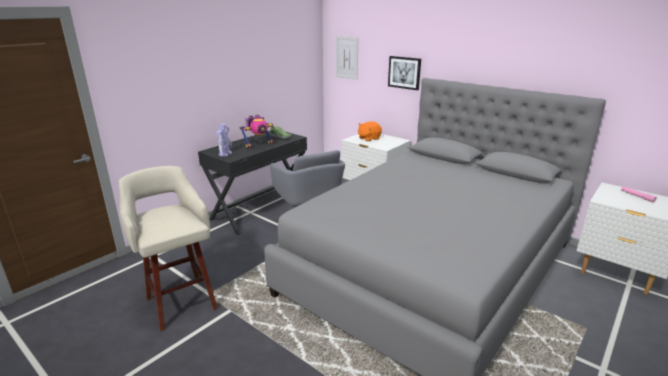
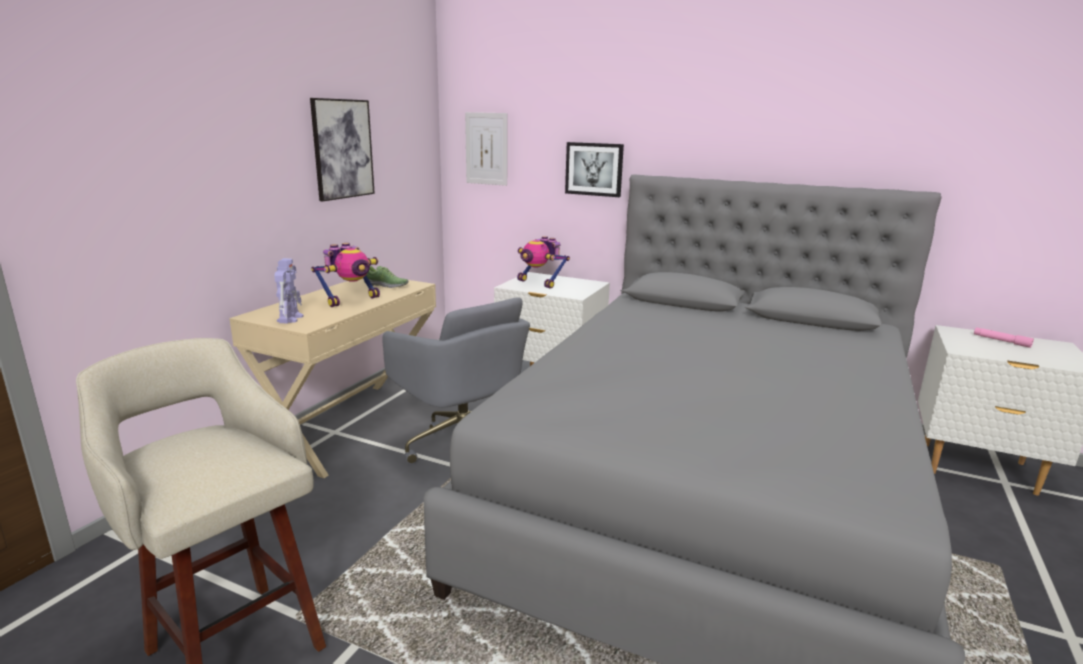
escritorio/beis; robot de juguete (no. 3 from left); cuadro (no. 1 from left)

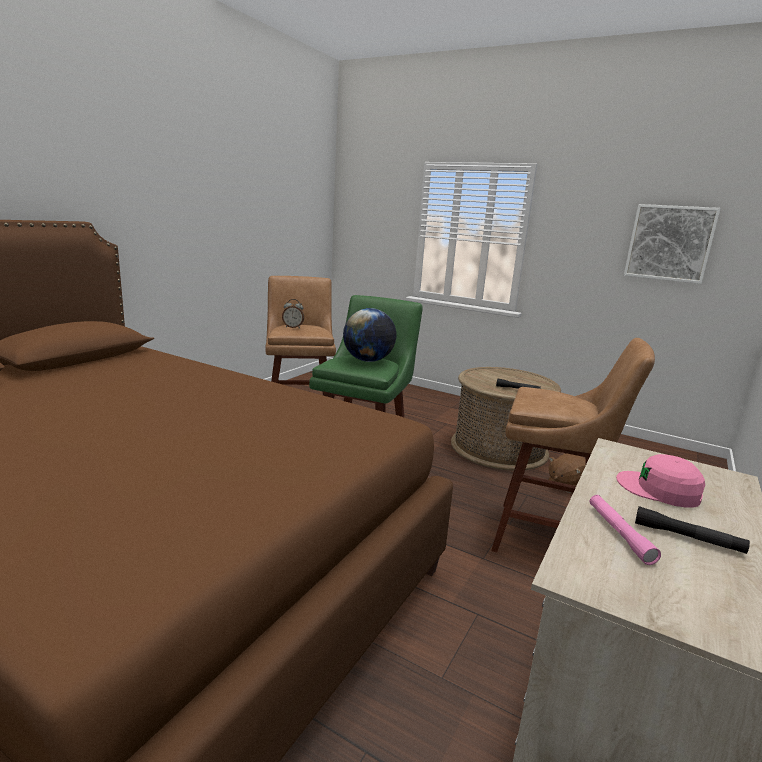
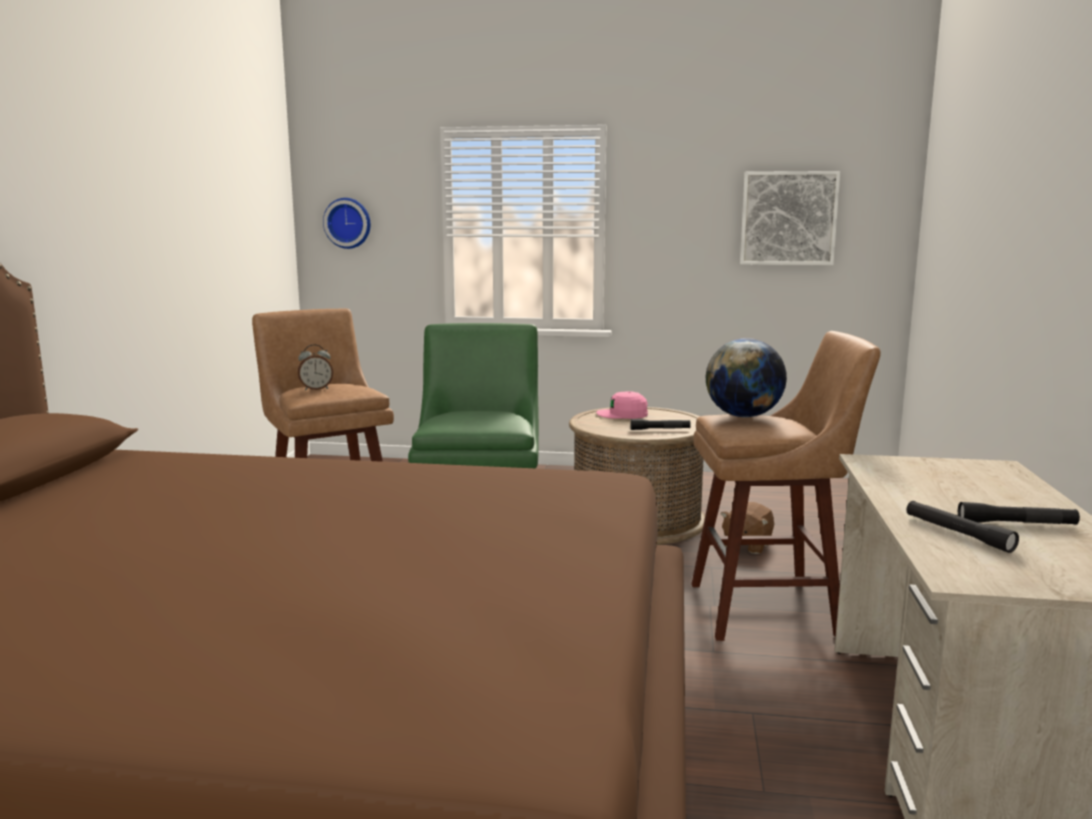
globo terráqueo; linterna/negro (no. 2 from left); gorra/rosa; reloj de pared

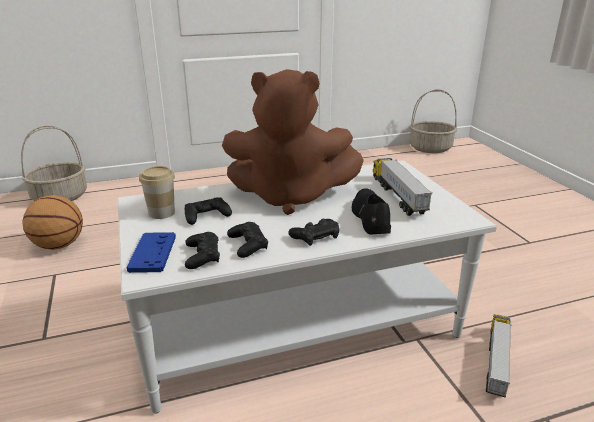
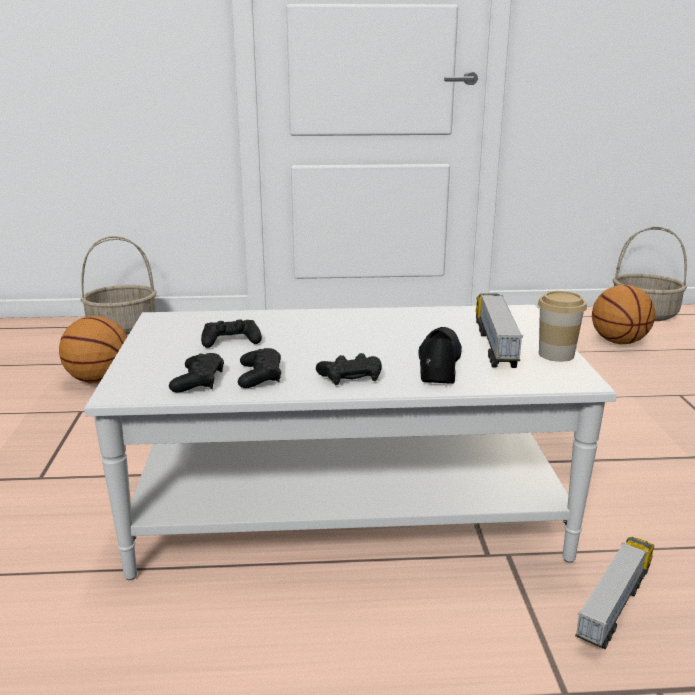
mando de consola/azul; taza; peluche/marrón; balón de baloncesto (no. 2 from left)

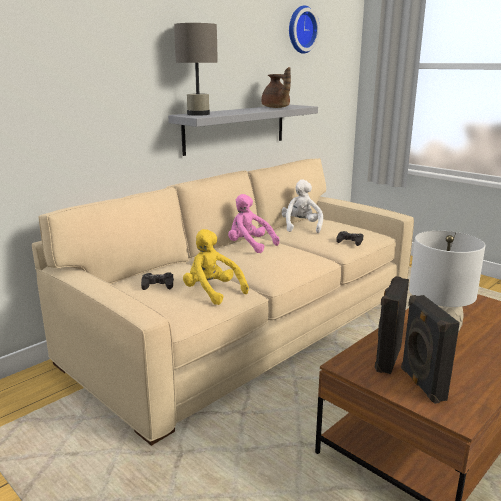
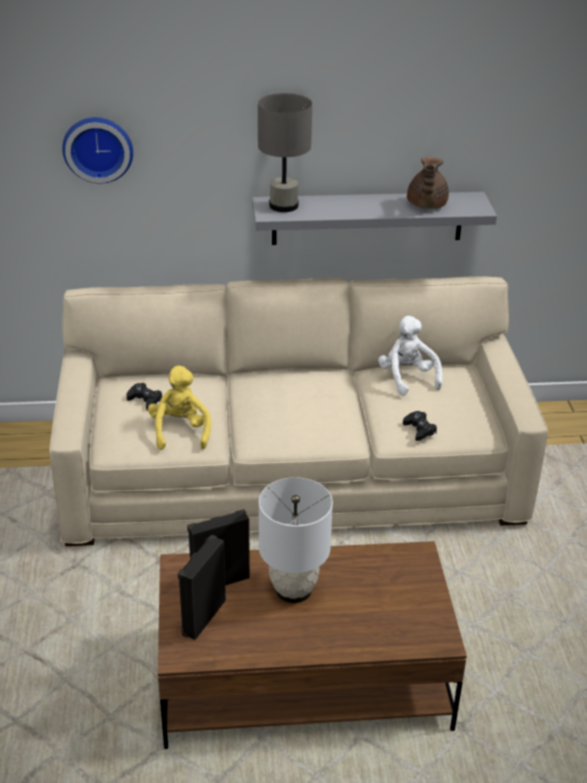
peluche/rosa; peluche/blanco; reloj de pared

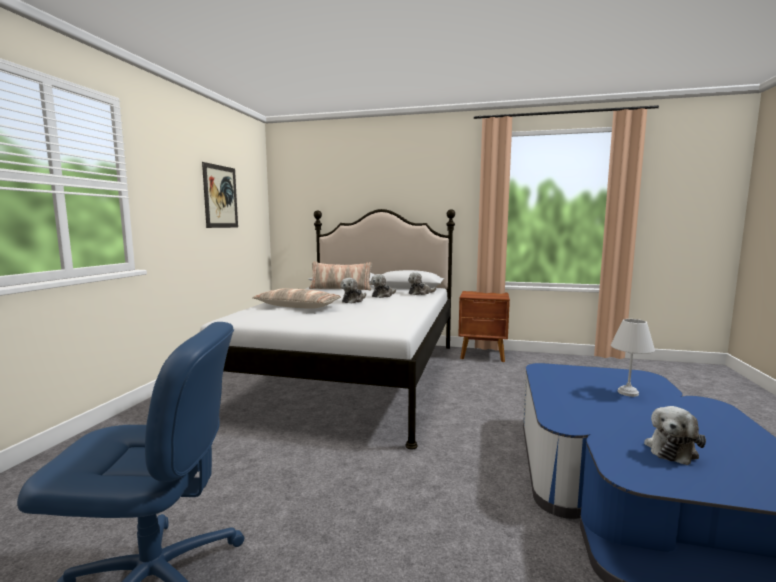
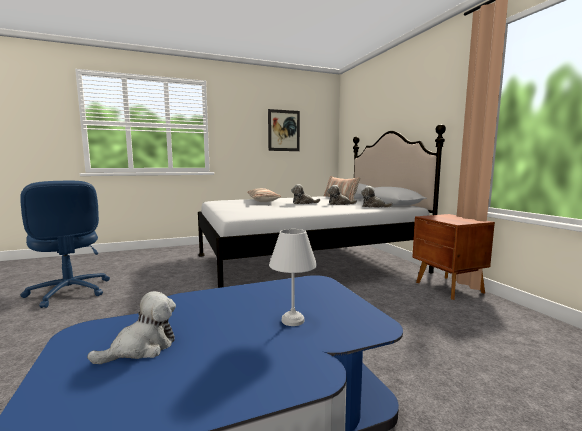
peluche (no. 1 from left)

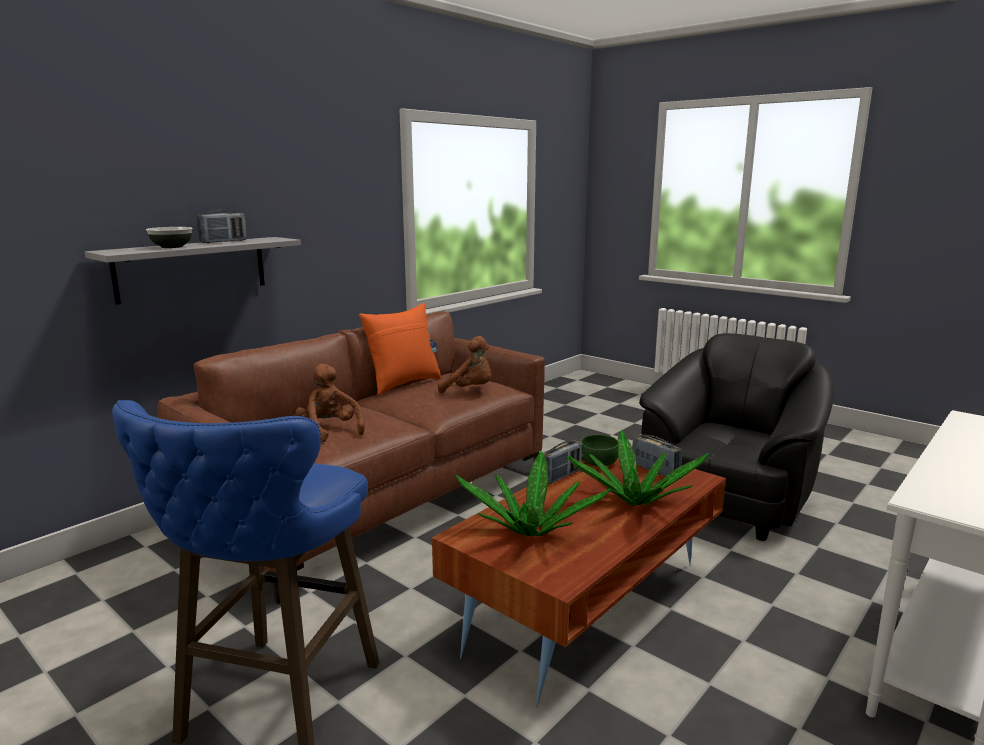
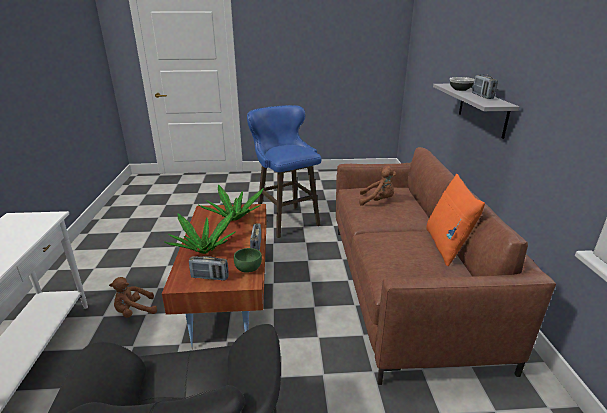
peluche/marrón (no. 1 from left)

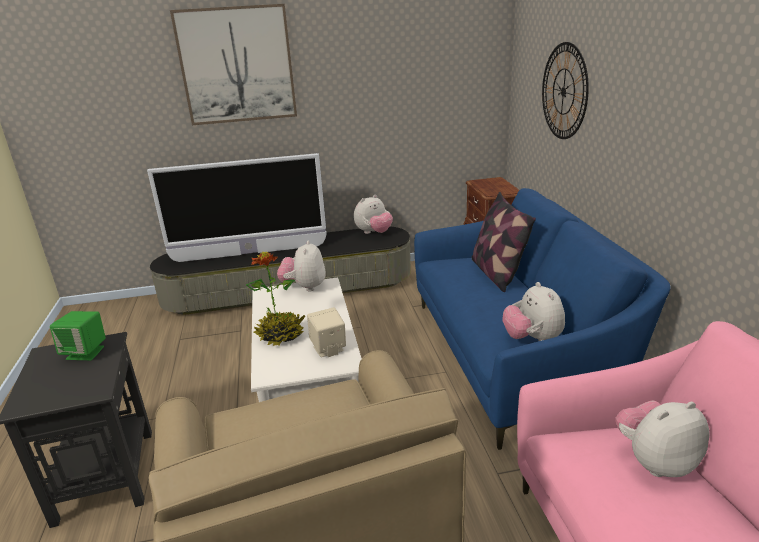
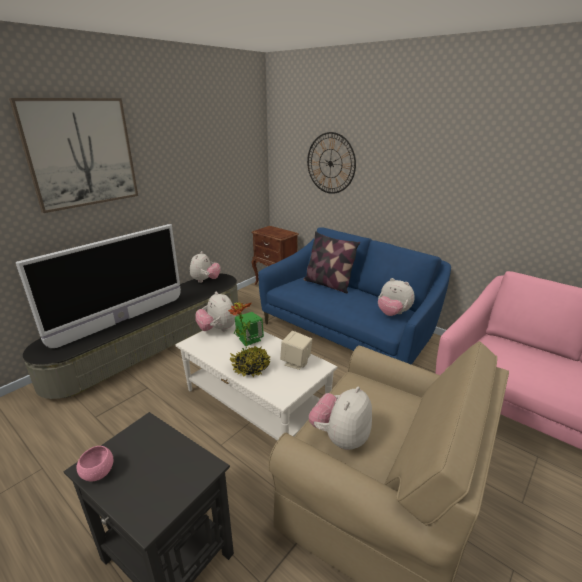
altavoz/verde; peluche (no. 3 from left); cuenco/rosa

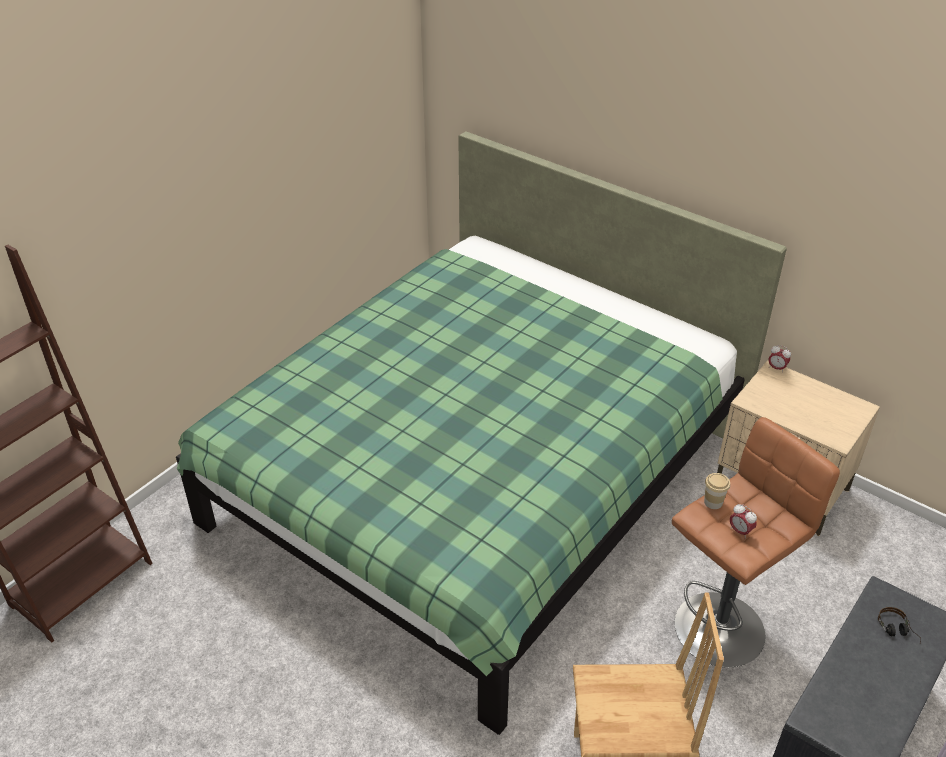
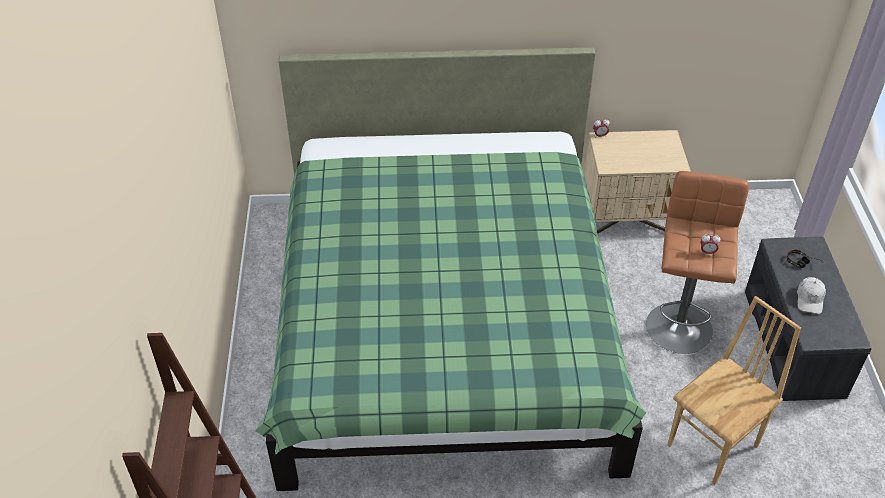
taza; gorra/blanco

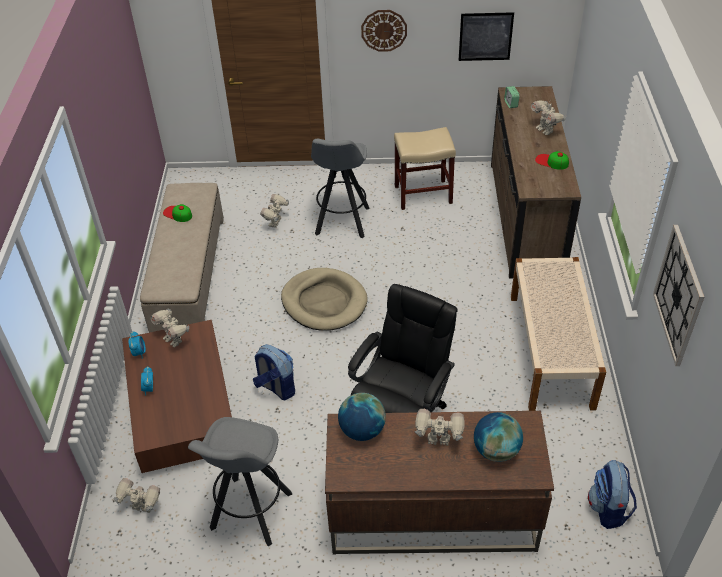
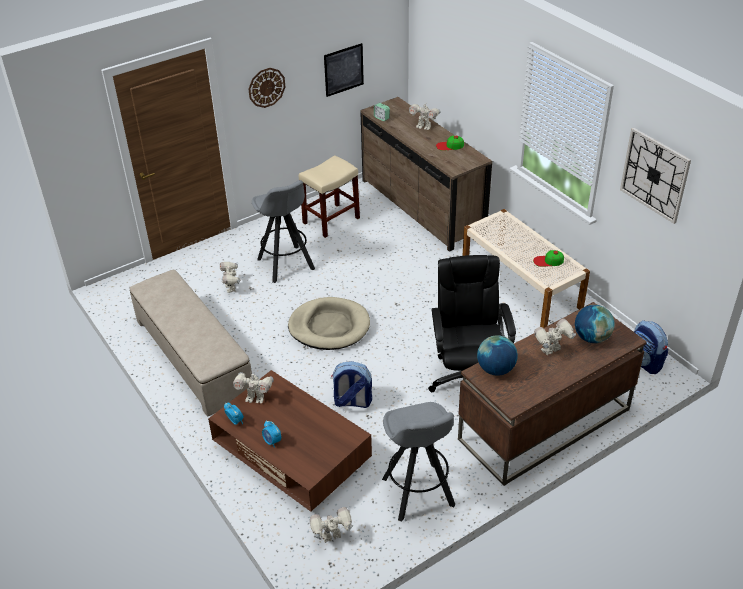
gorra (no. 2 from left)

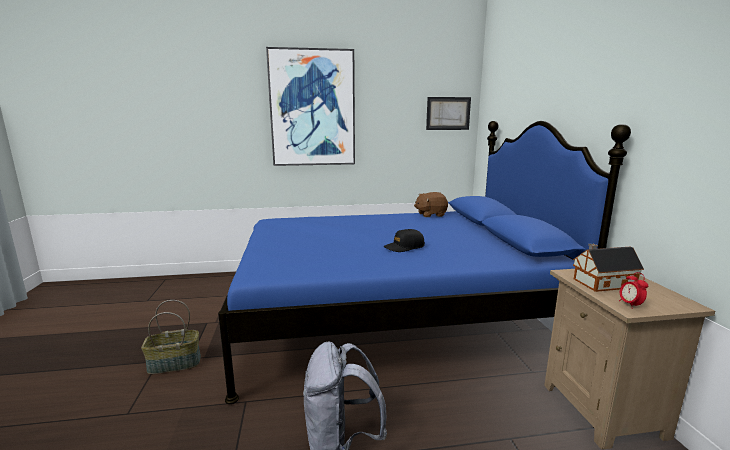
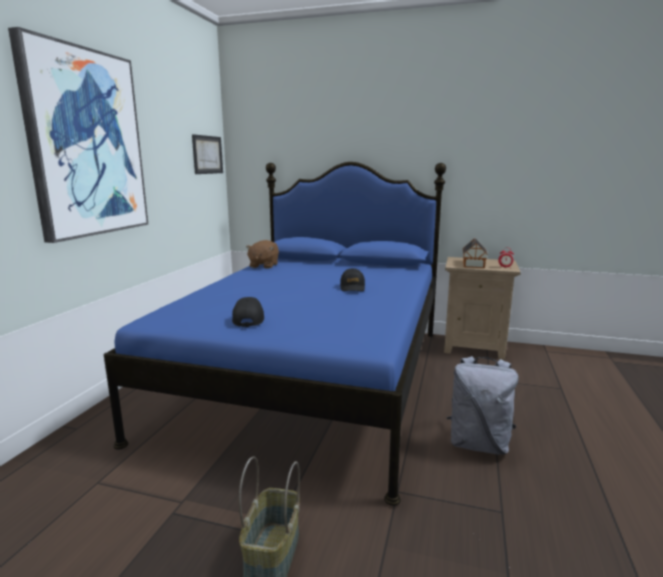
gorra/negro (no. 1 from left)

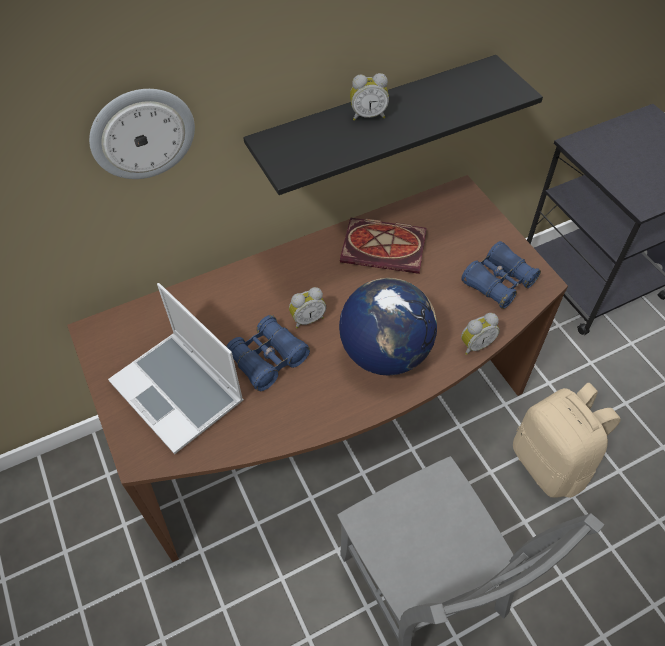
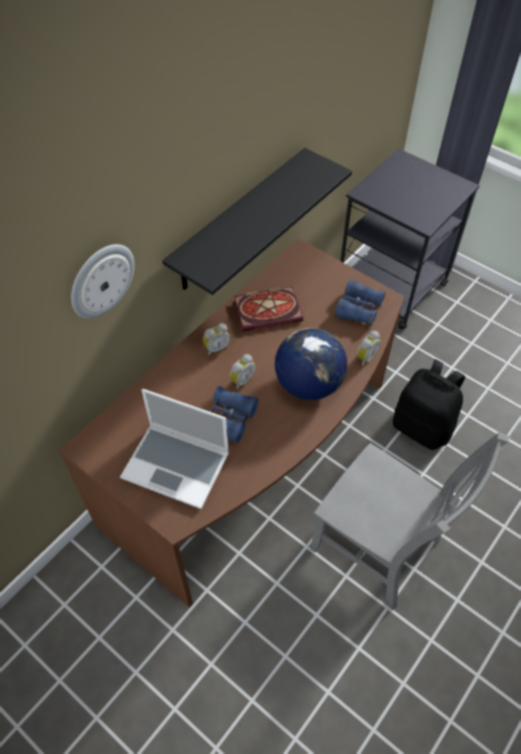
despertador (no. 1 from left); mochila/negro

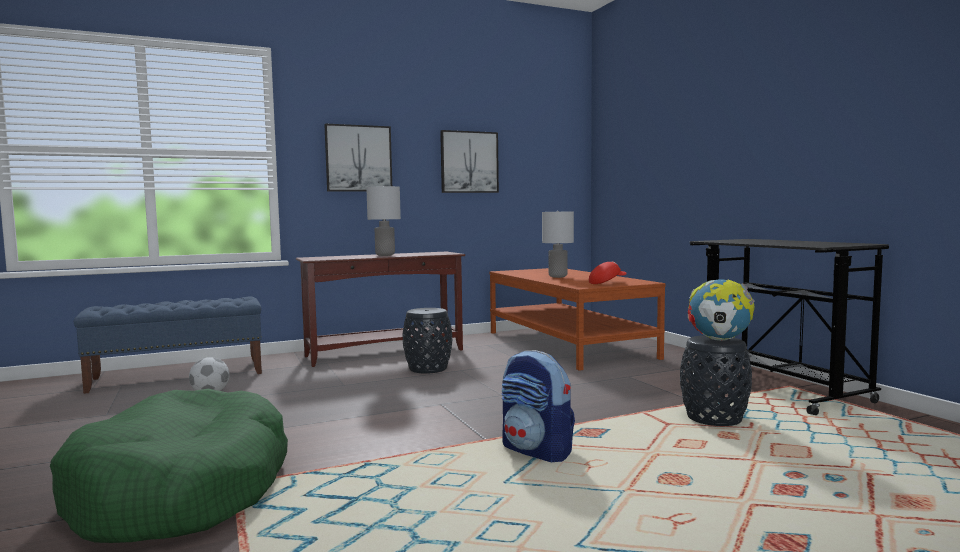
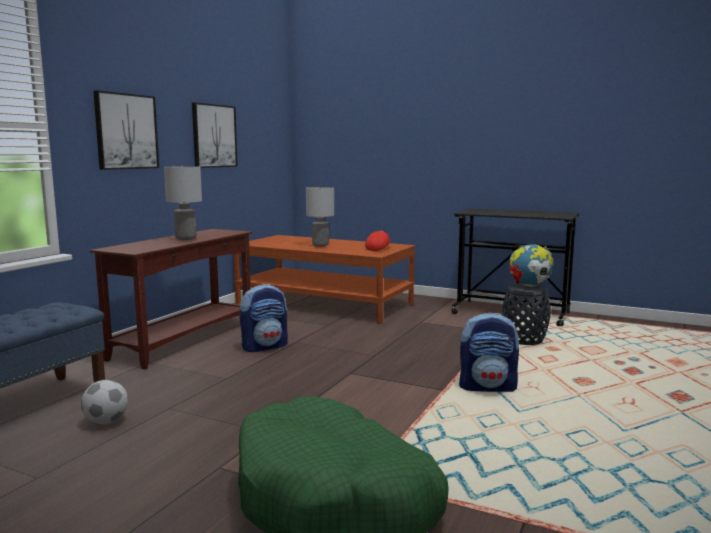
mochila (no. 1 from left)

